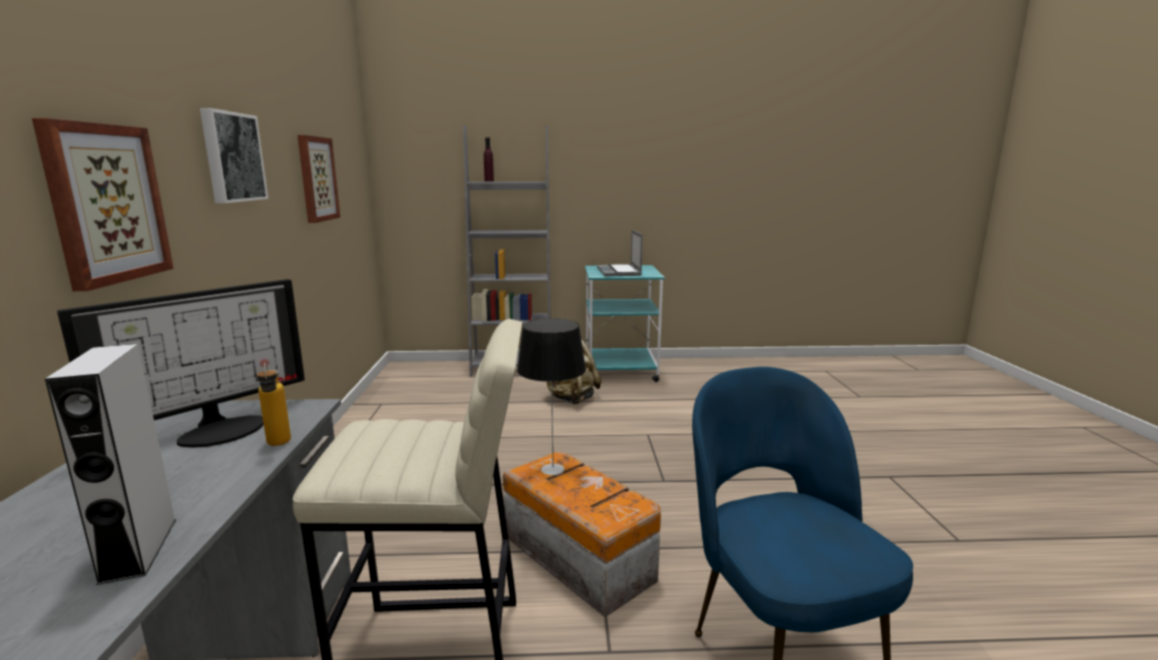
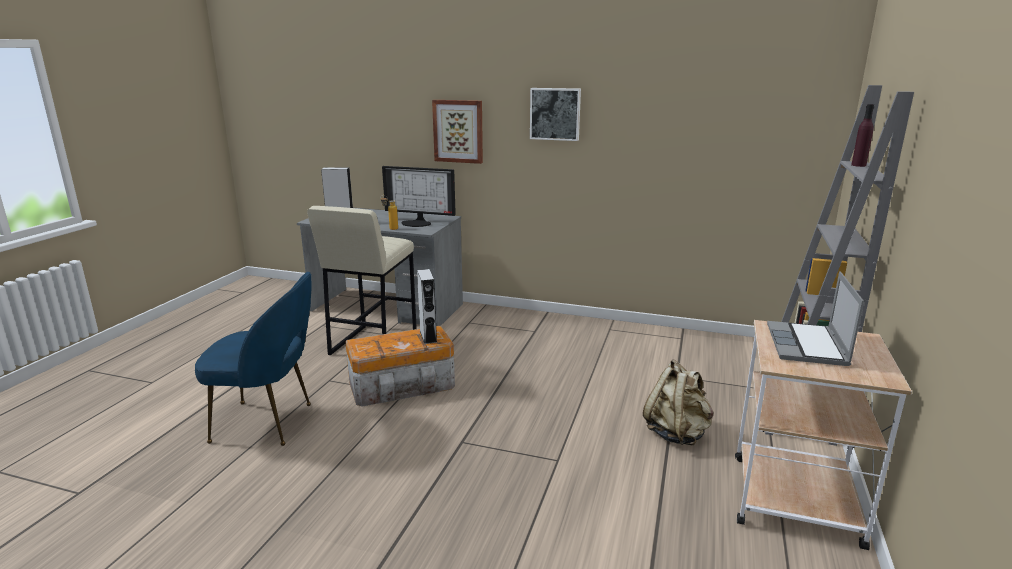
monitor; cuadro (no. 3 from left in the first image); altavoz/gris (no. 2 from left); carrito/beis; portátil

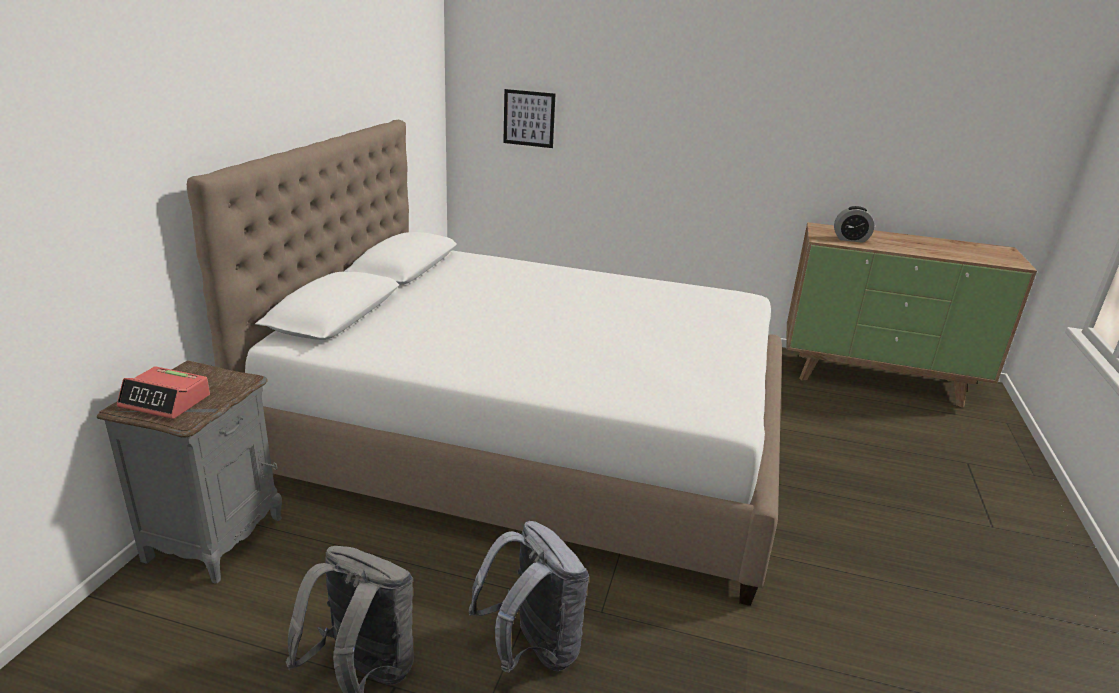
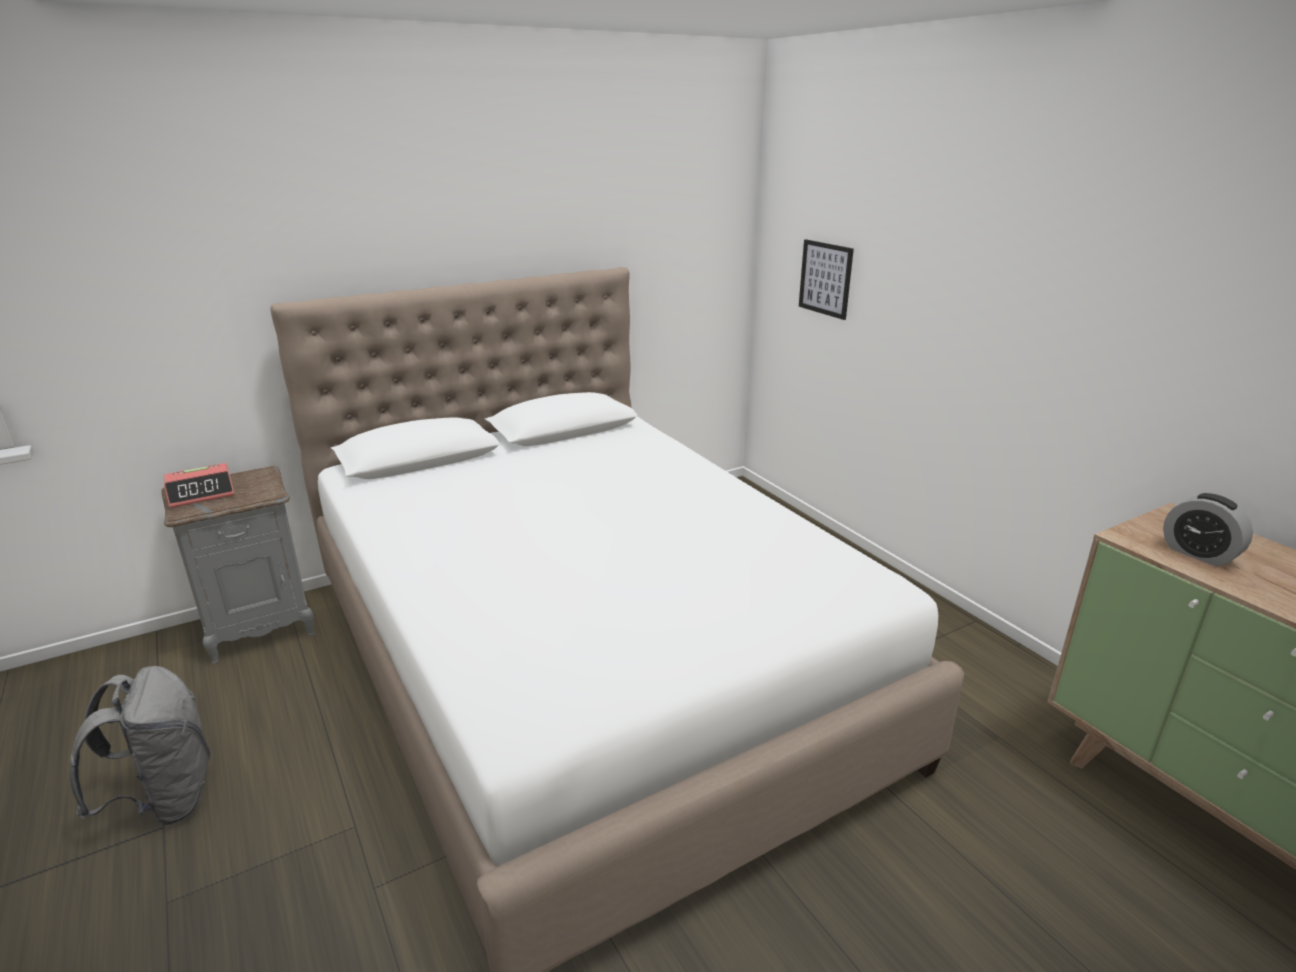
despertador (no. 1 from left); mochila/gris (no. 2 from left in the first image)

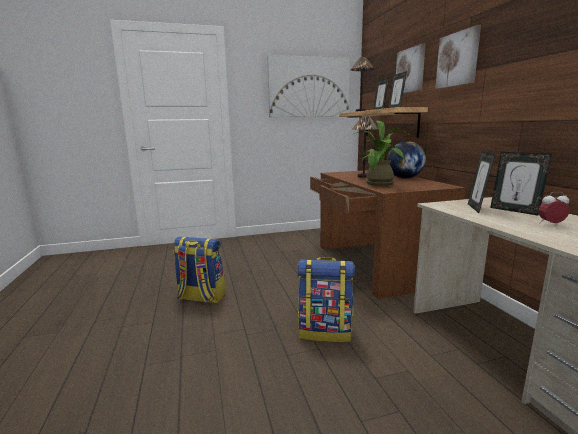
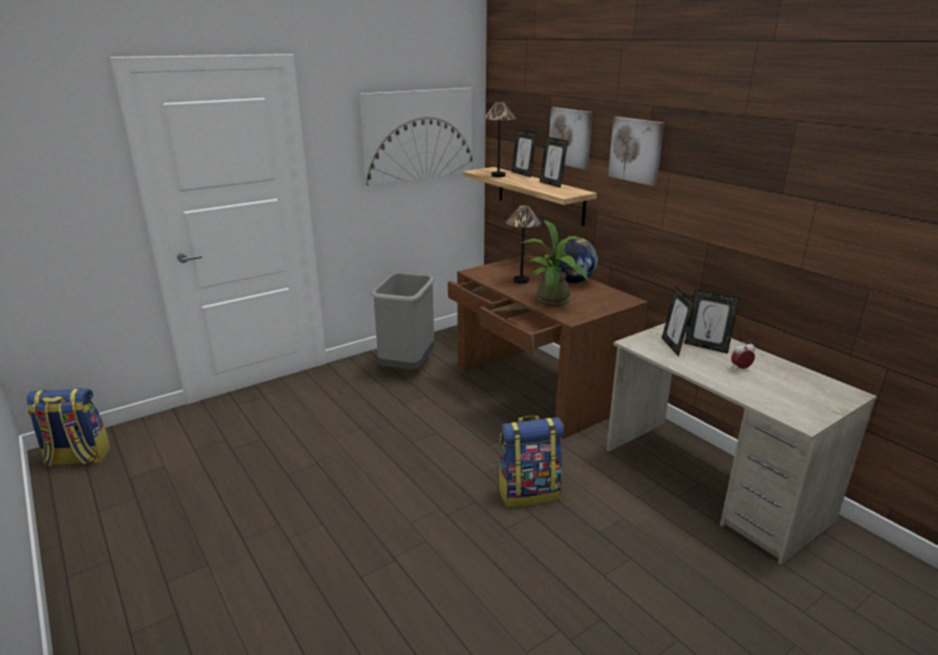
mochila (no. 1 from left); papelera/gris

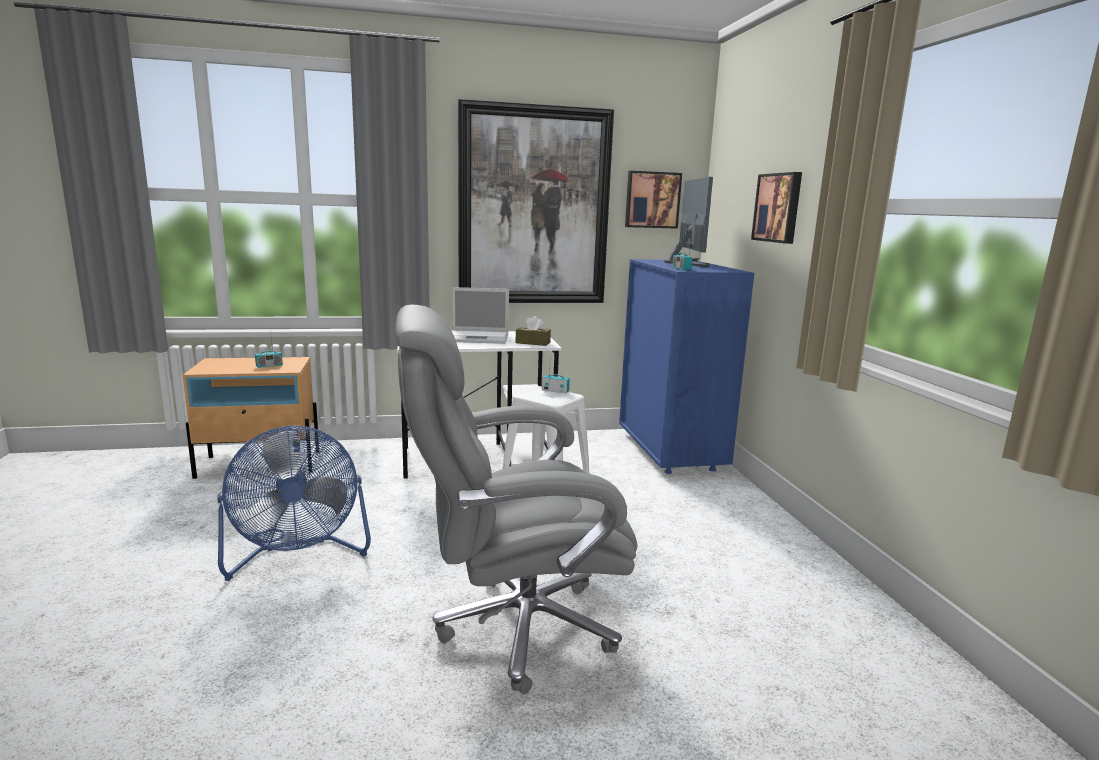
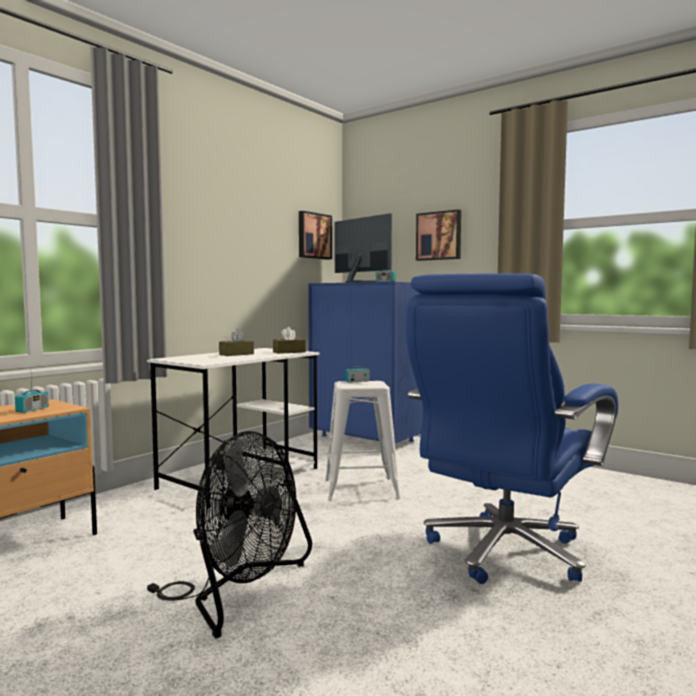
ventilador/negro; silla de oficina/azul; caja de pañuelos/marrón (no. 1 from left); cuadro (no. 1 from left in the first image)

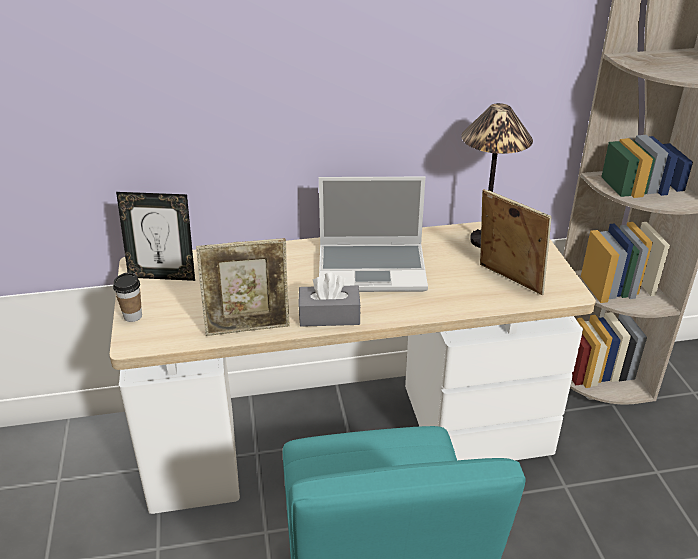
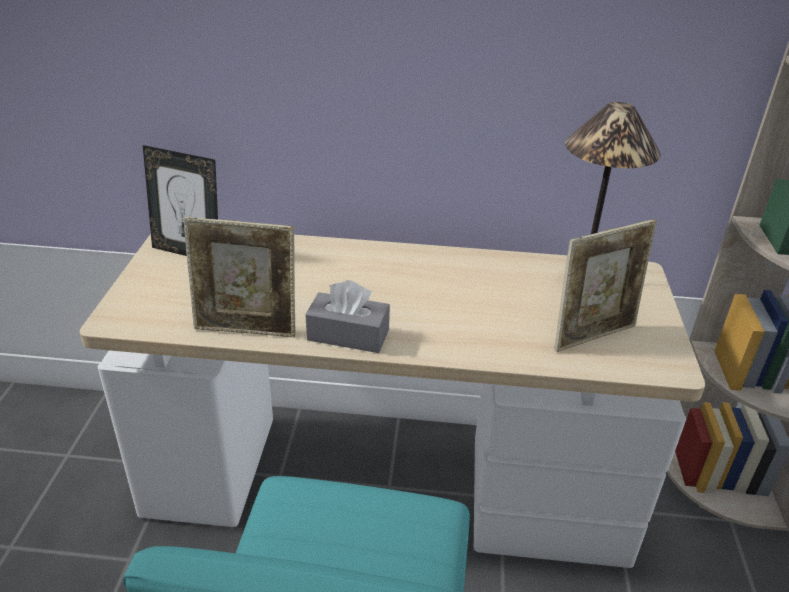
taza; portátil; portarretratos (no. 3 from left)

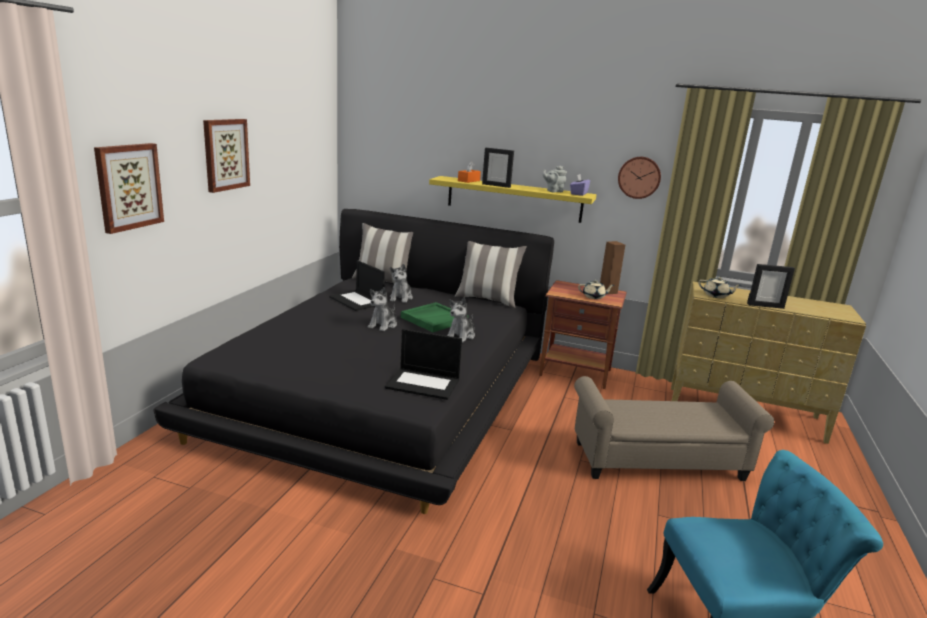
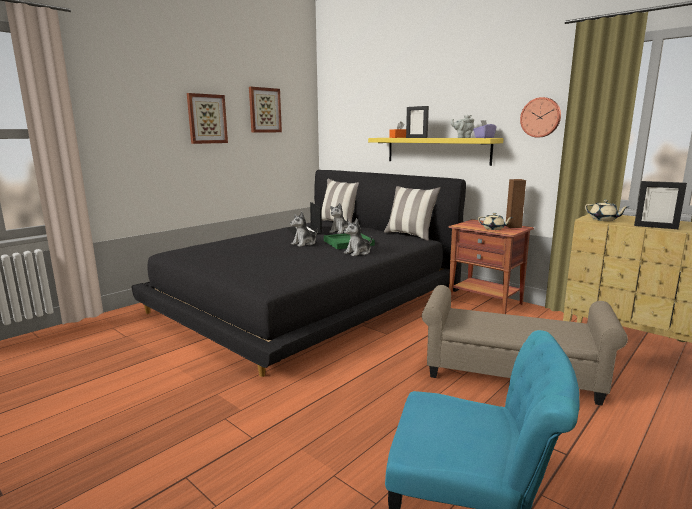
cuadro (no. 2 from left); portátil (no. 2 from left in the first image)

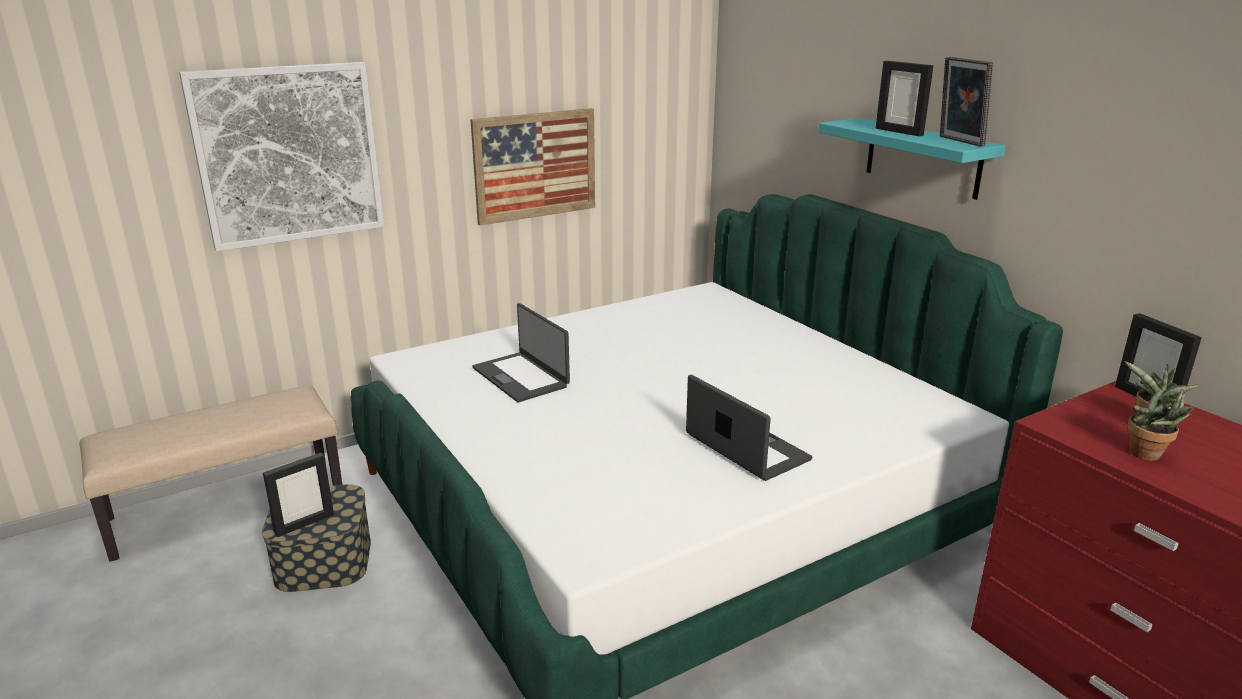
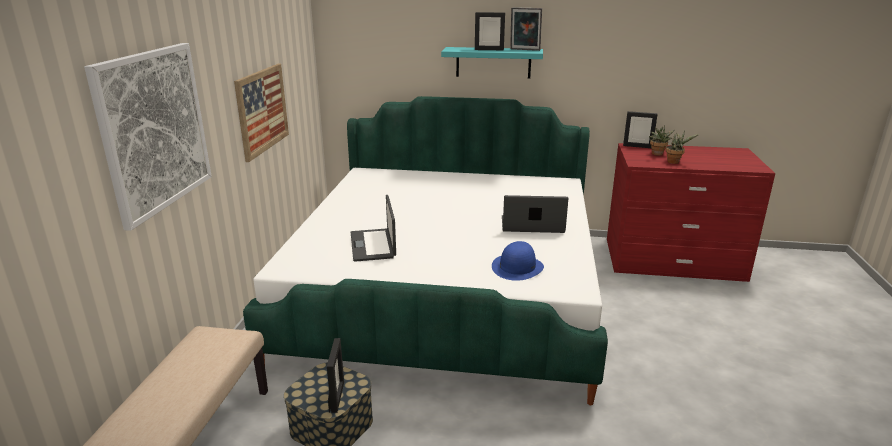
portátil (no. 1 from left); sombrero/azul

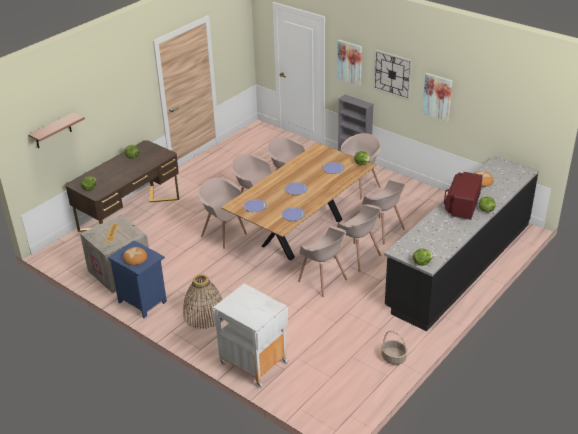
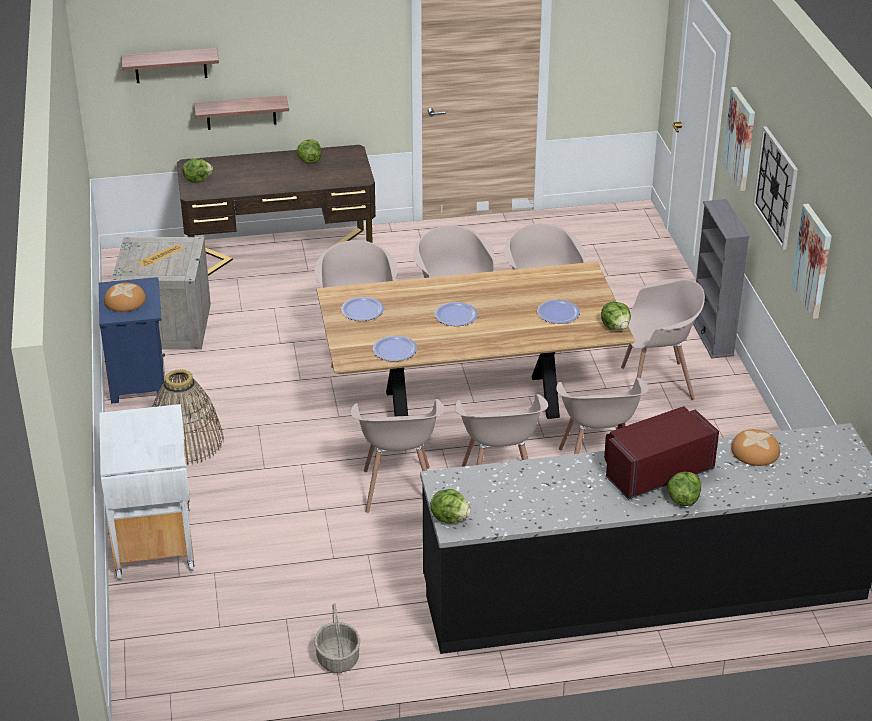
estante (no. 2 from left)

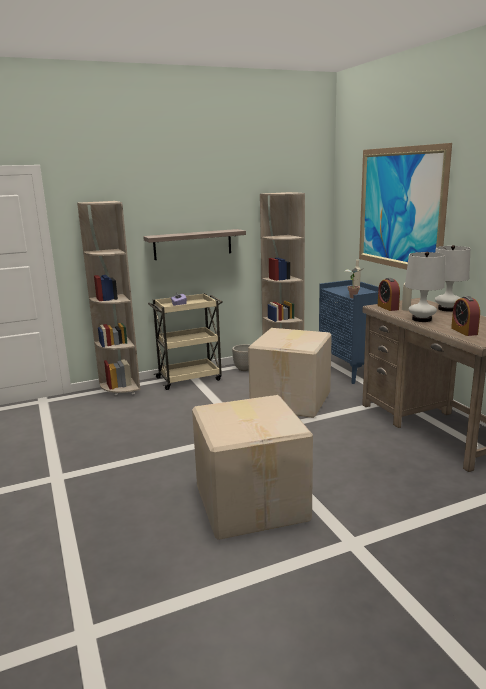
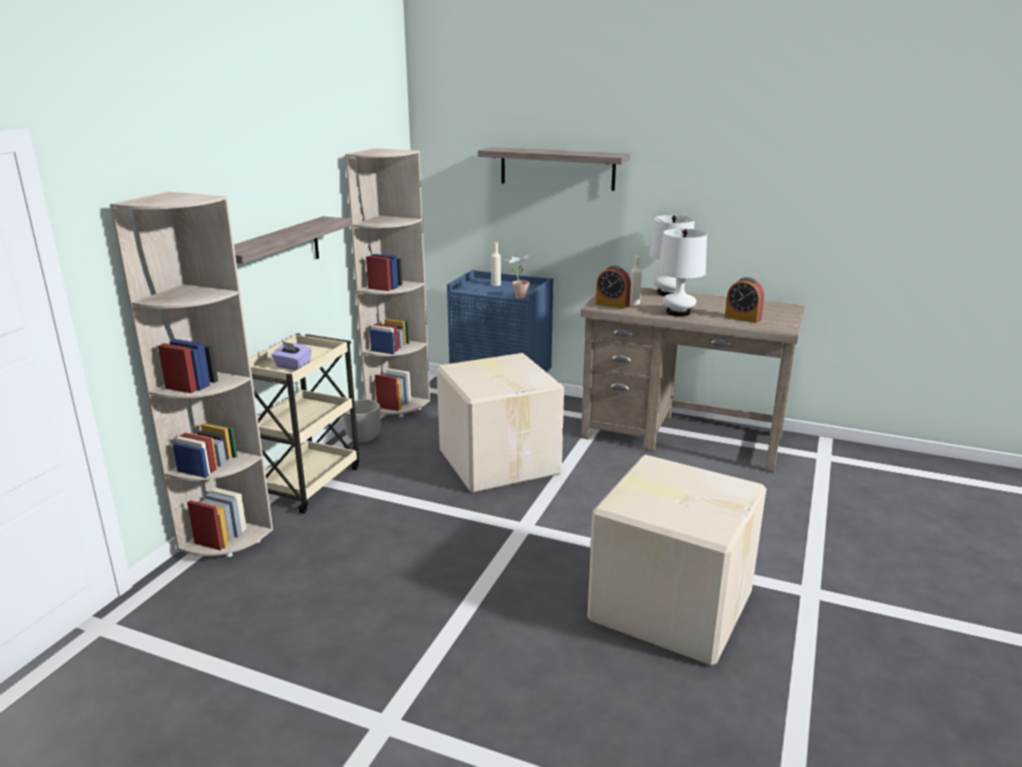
estante (no. 2 from left)

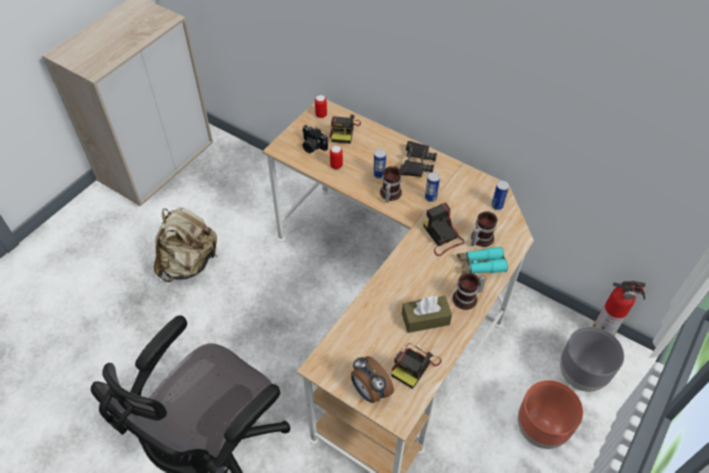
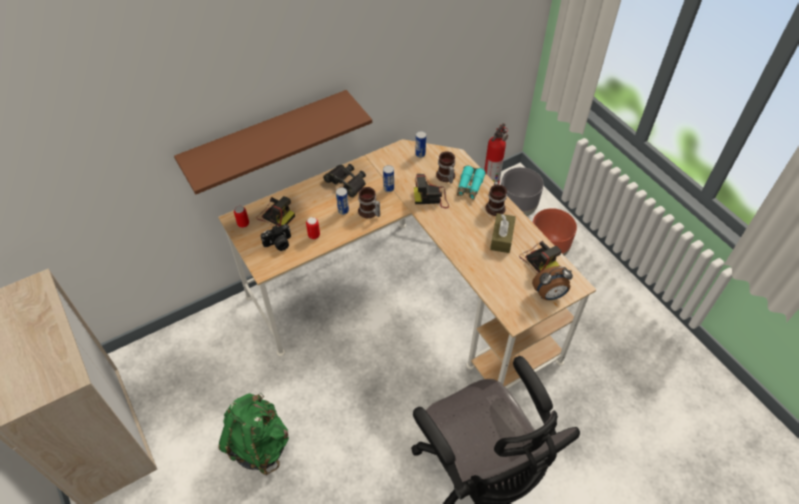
mochila/verde; estante/marrón

